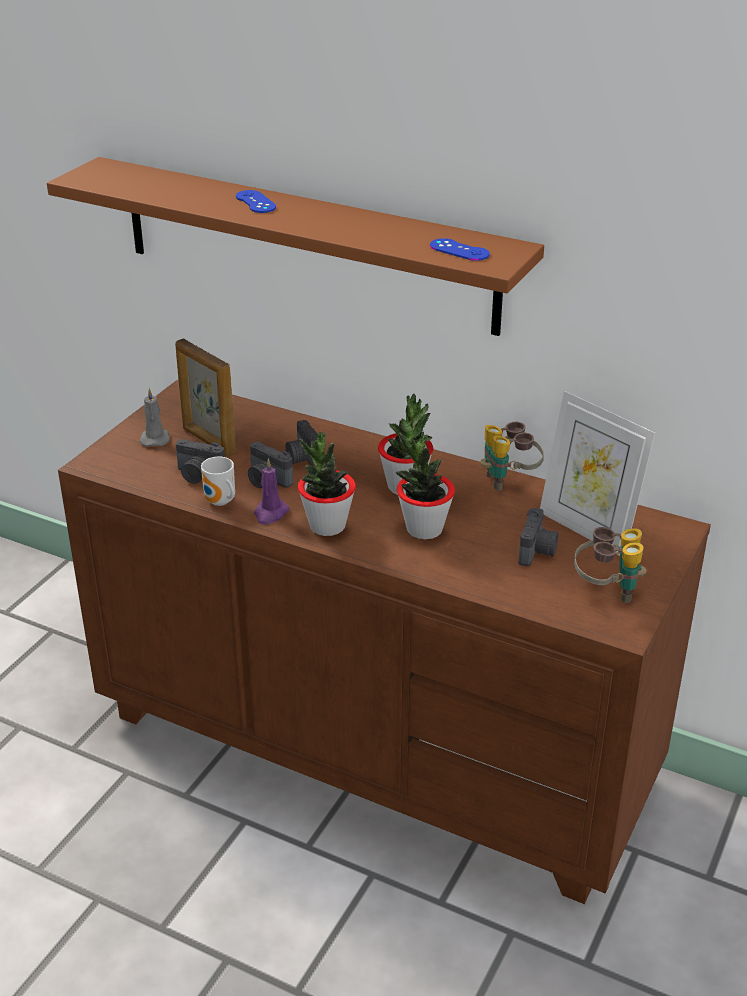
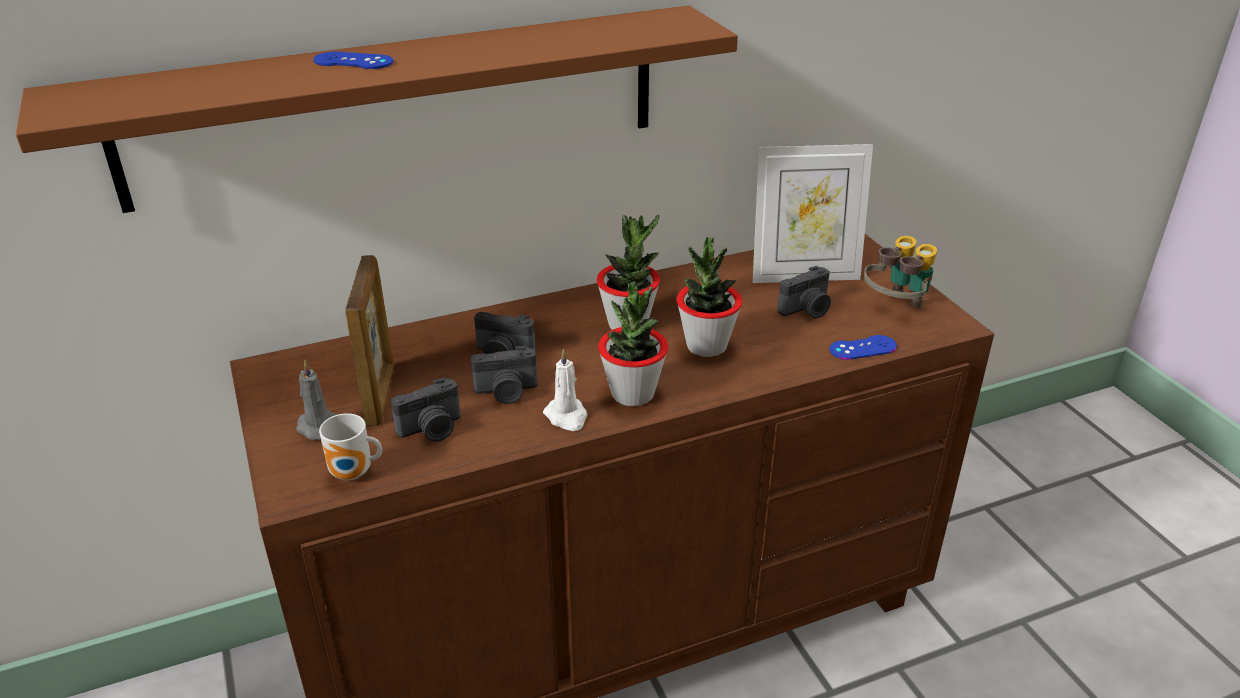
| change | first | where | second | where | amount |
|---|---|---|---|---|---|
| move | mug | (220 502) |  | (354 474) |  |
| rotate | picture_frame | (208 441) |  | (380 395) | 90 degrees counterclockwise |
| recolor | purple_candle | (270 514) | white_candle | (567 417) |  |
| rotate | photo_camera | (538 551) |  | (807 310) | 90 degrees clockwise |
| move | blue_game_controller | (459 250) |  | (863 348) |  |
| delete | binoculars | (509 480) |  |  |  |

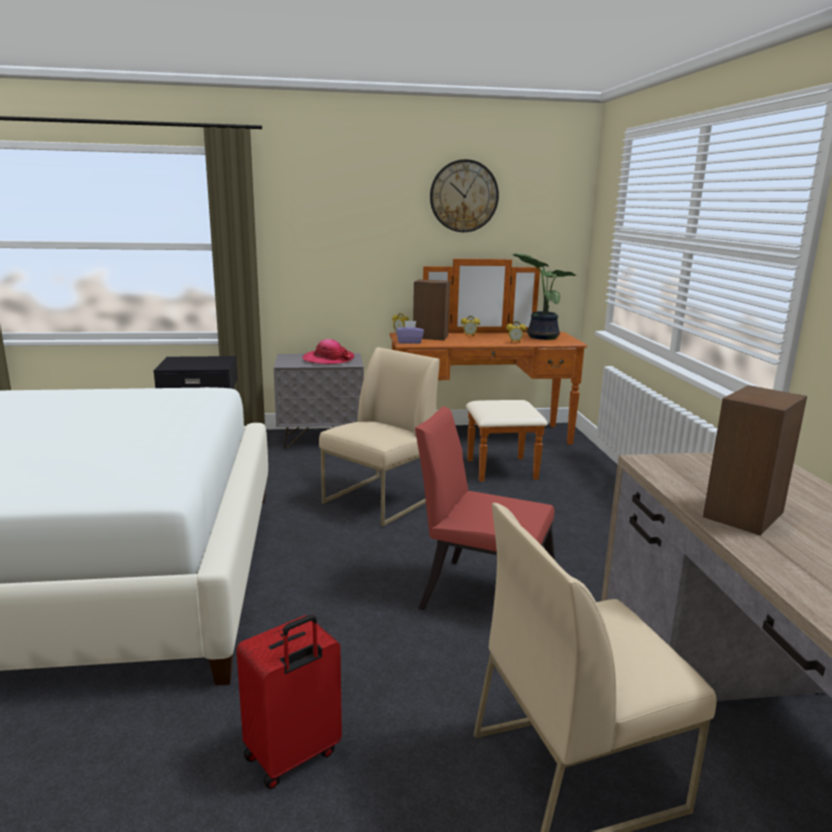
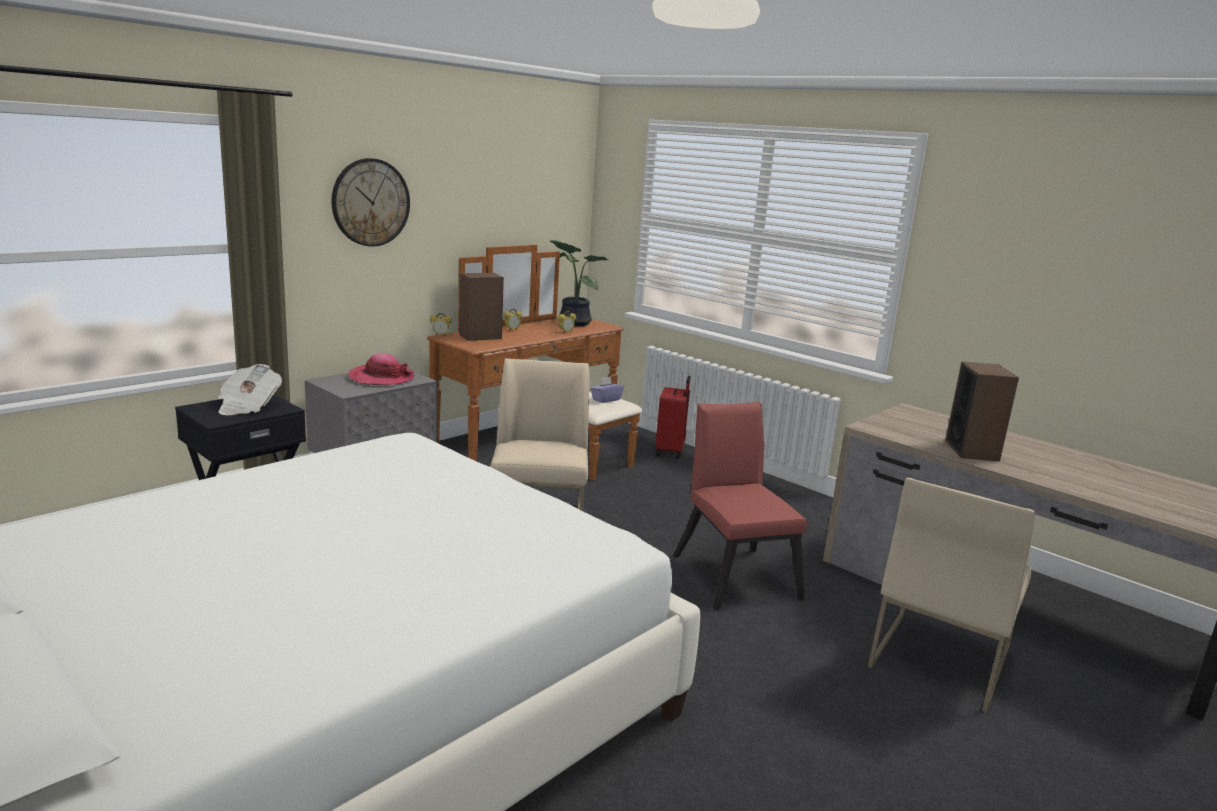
| change | first | where | second | where | amount |
|---|---|---|---|---|---|
| insert |  |  | newspaper | (248 406) |  |
| move | wall_clock | (464 196) |  | (370 202) |  |
| move | purple_tissue_box | (409 342) |  | (606 399) |  |
| move | red_suitcase | (293 756) |  | (671 451) |  |
| rotate | red_chair | (481 593) |  | (733 573) | 90 degrees clockwise |

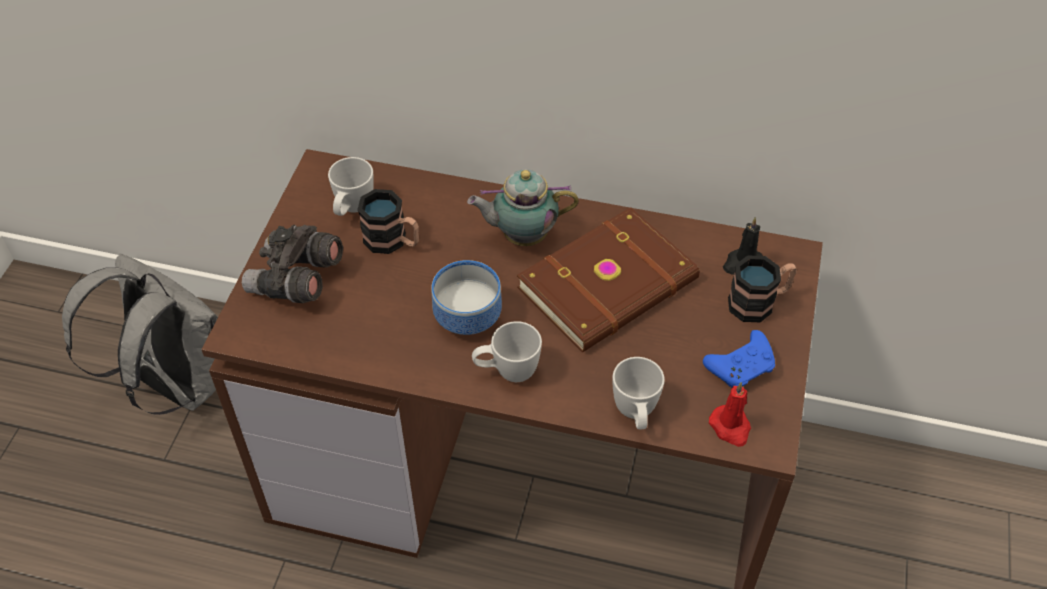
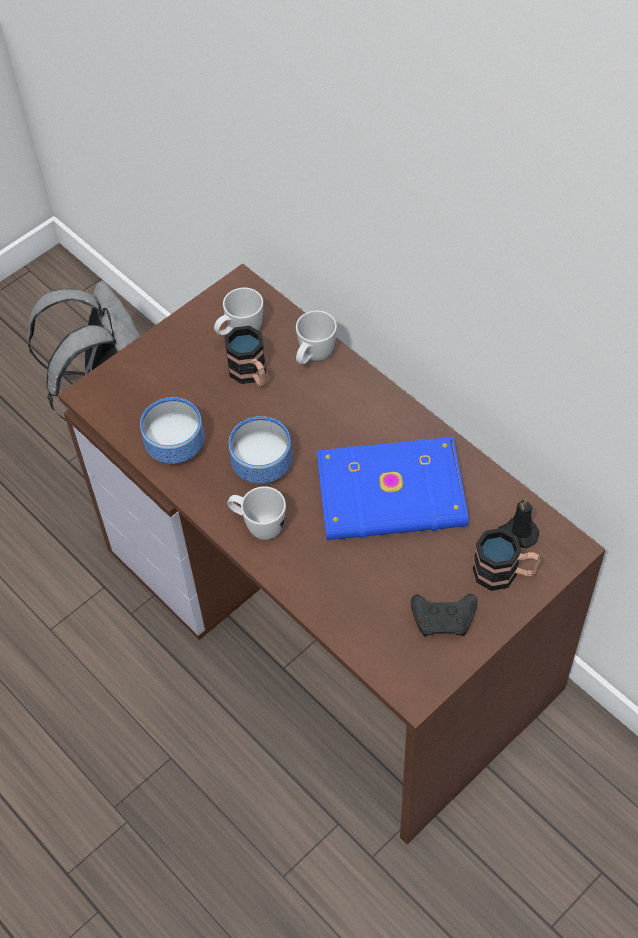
| change | first | where | second | where | amount |
|---|---|---|---|---|---|
| insert |  |  | bowl | (172 446) |  |
| move | white_mug | (635 415) |  | (313 357) |  |
| recolor | brown_book | (610 285) | blue_book | (392 496) |  |
| recolor | blue_game_controller | (741 367) | black_game_controller | (444 619) |  |
| delete | grey_binoculars | (296 281) |  |  |  |
| delete | teapot | (521 236) |  |  |  |
| delete | red_candle | (731 427) |  |  |  |

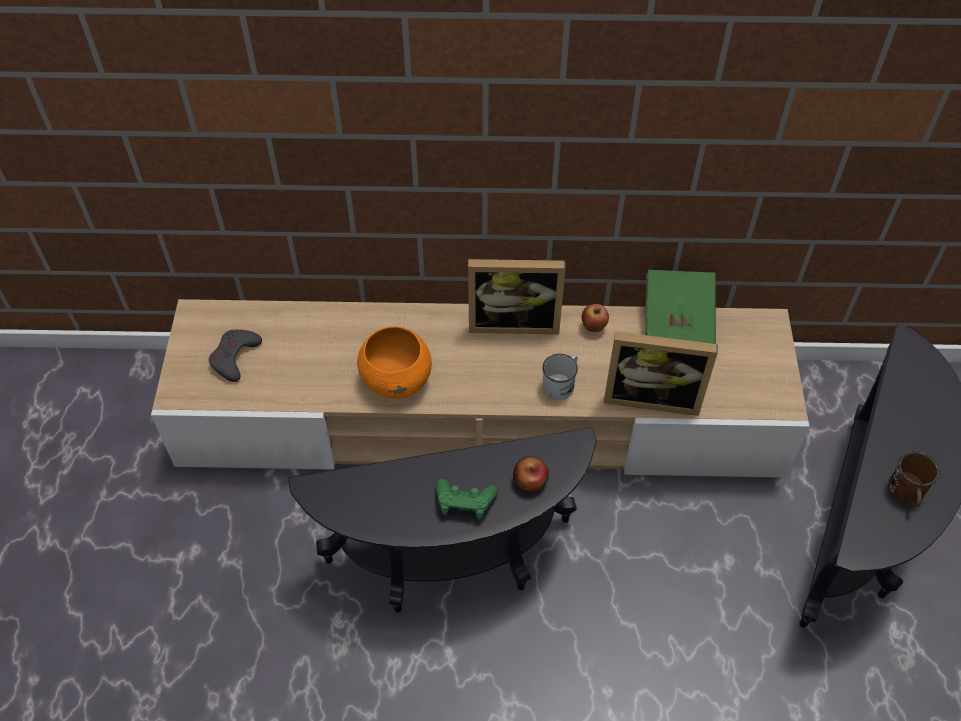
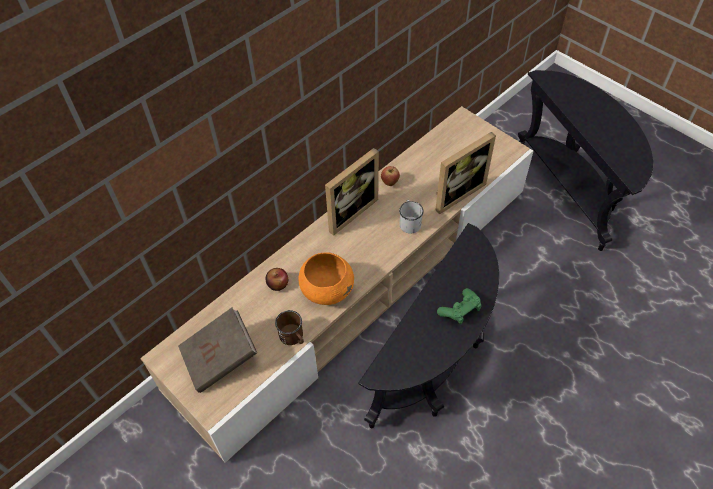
| change | first | where | second | where | amount |
|---|---|---|---|---|---|
| replace | grey_game_controller | (234 357) | brown_book | (220 358) |  |
| move | apple | (530 481) |  | (277 284) |  |
| move | brown_mug | (906 493) |  | (293 337) |  |
| delete | green_book | (677 328) |  |  |  |

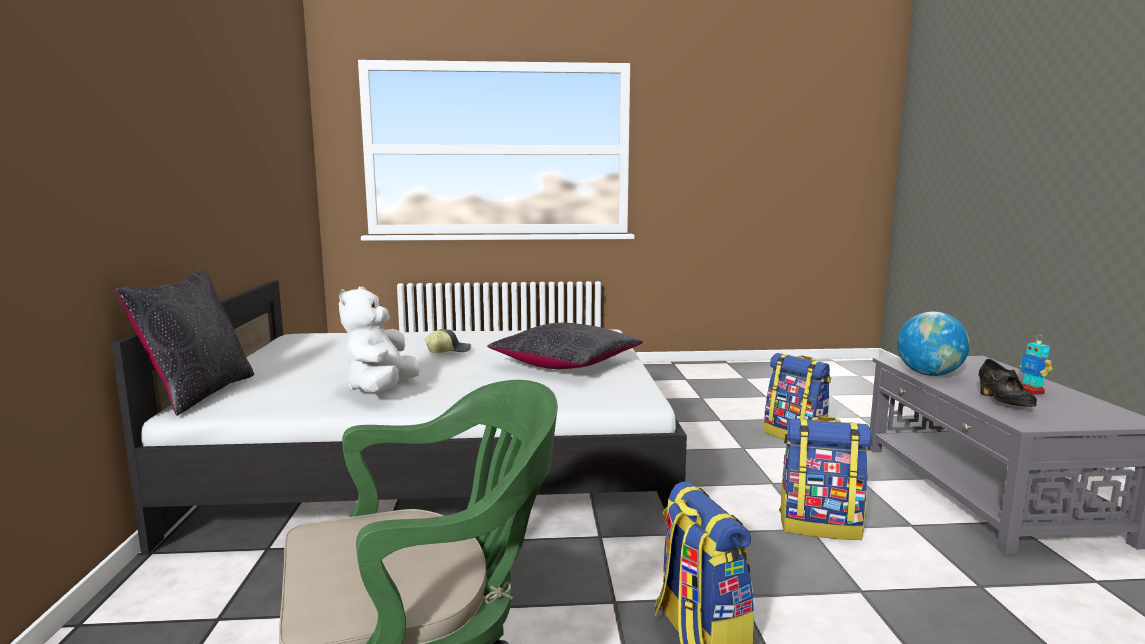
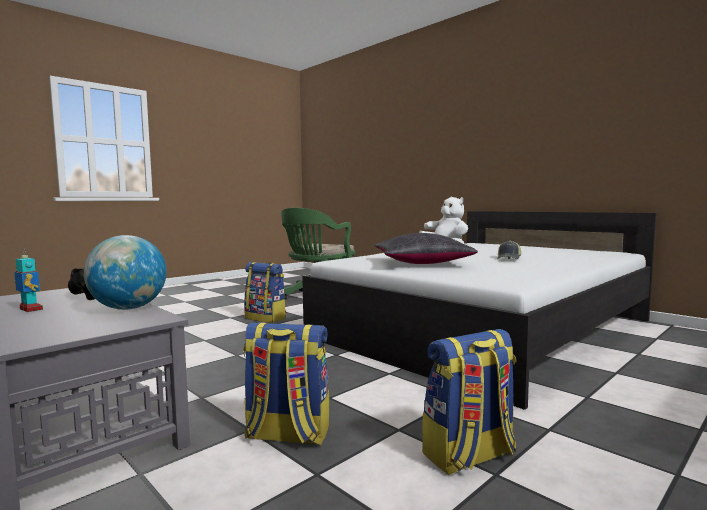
| change | first | where | second | where | amount |
|---|---|---|---|---|---|
| move | backpack | (820 525) |  | (469 456) |  |
| delete | black_pillow | (199 393) |  |  |  |

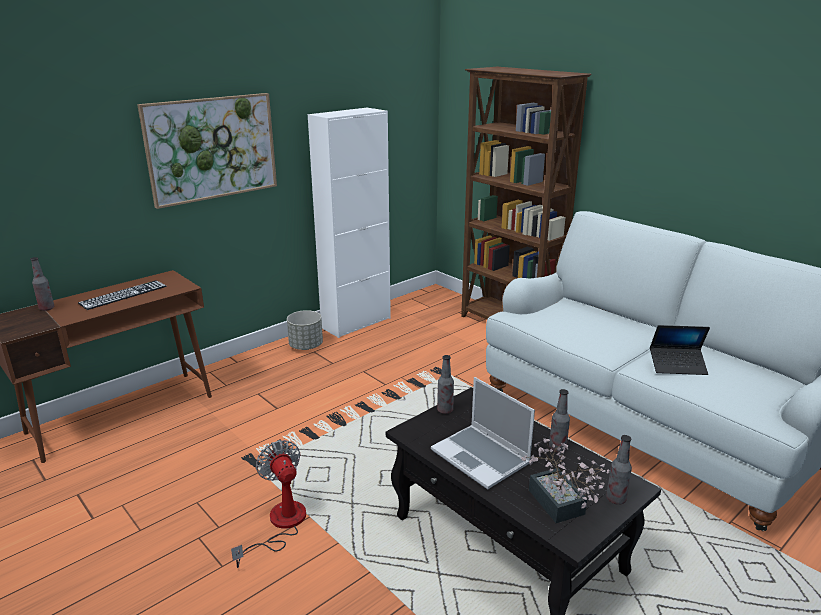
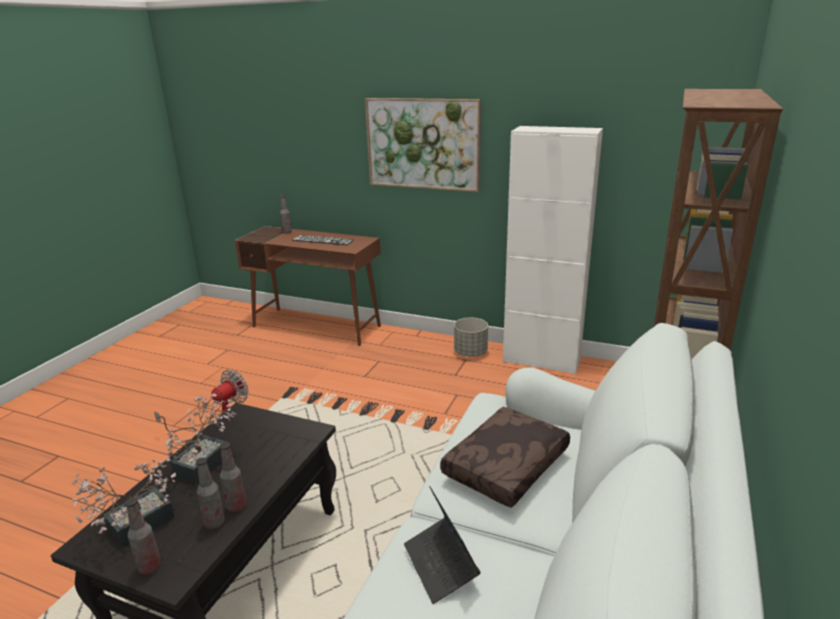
| change | first | where | second | where | amount |
|---|---|---|---|---|---|
| replace | laptop | (482 457) | potted_plant | (207 462) |  |
| move | bottle | (445 410) |  | (215 523) |  |
| insert |  |  | brown_pillow | (507 467) |  |

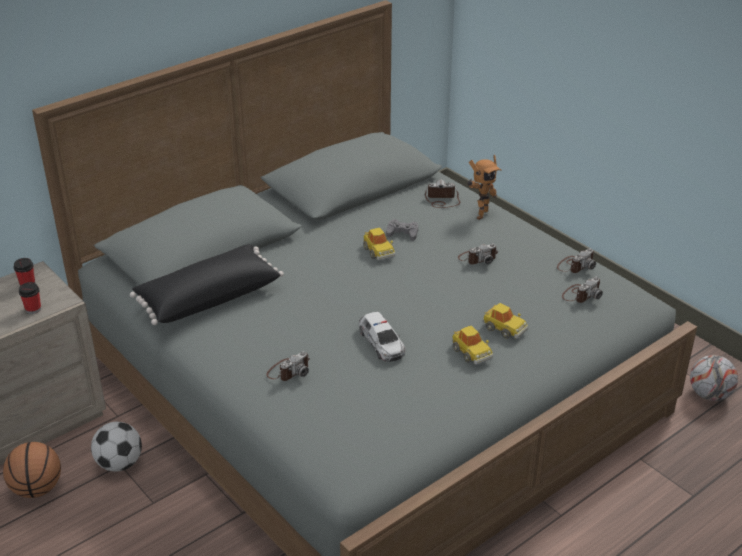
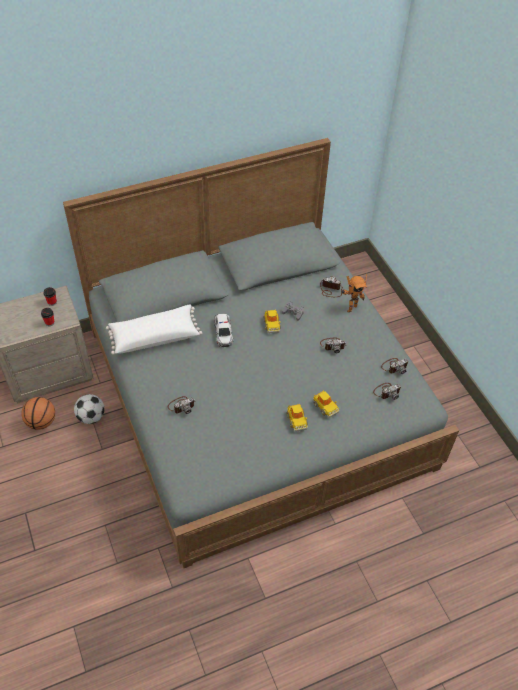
| change | first | where | second | where | amount |
|---|---|---|---|---|---|
| recolor | black_pillow | (208 297) | white_pillow | (154 336) |  |
| move | toy_car | (382 343) |  | (223 333) |  |
| delete | football | (709 395) |  |  |  |

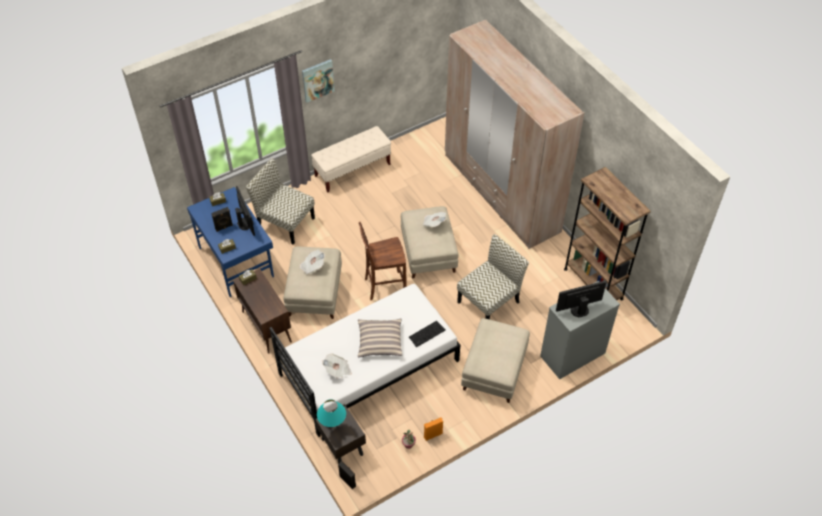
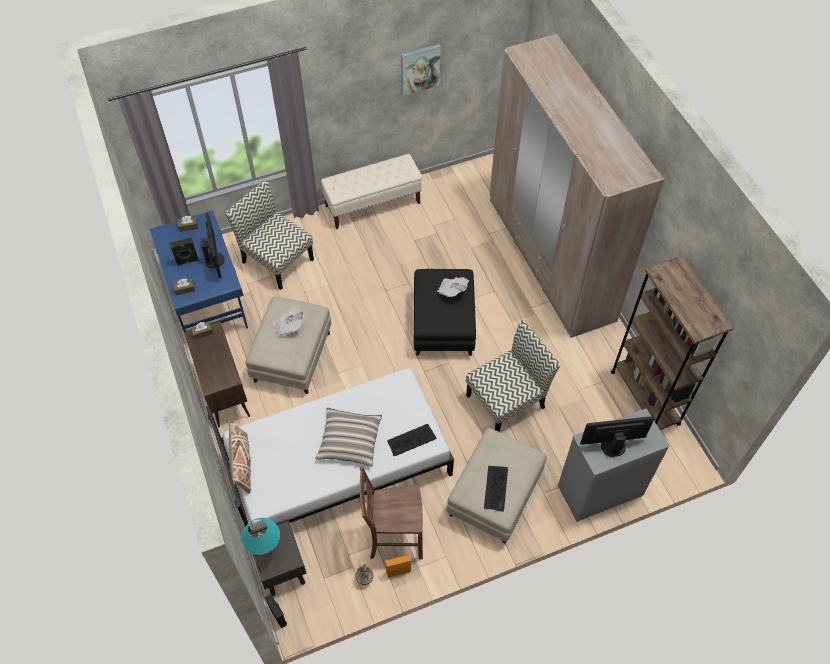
| change | first | where | second | where | amount |
|---|---|---|---|---|---|
| insert |  |  | beige_pillow | (242 464) |  |
| move | brown_chair | (384 286) |  | (393 538) |  |
| move | picture | (317 80) |  | (420 69) |  |
| recolor | beige_ottoman | (428 252) | black_ottoman | (443 324) |  |
| insert |  |  | keyboard | (496 488) |  |
| delete | newspaper | (338 370) |  |  |  |

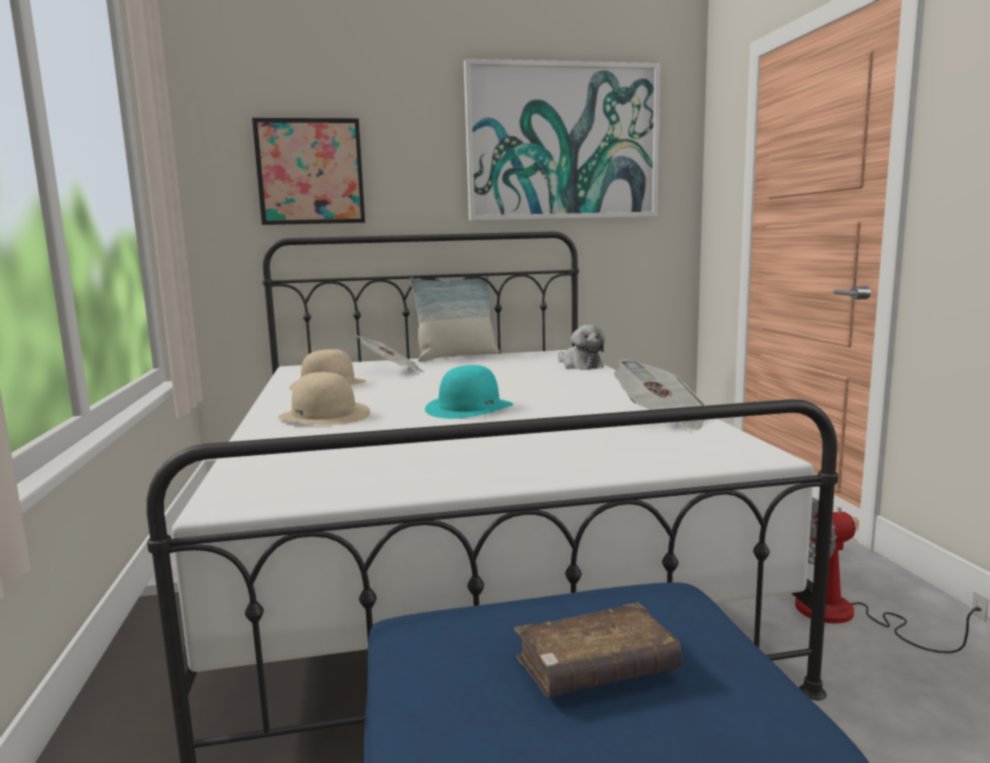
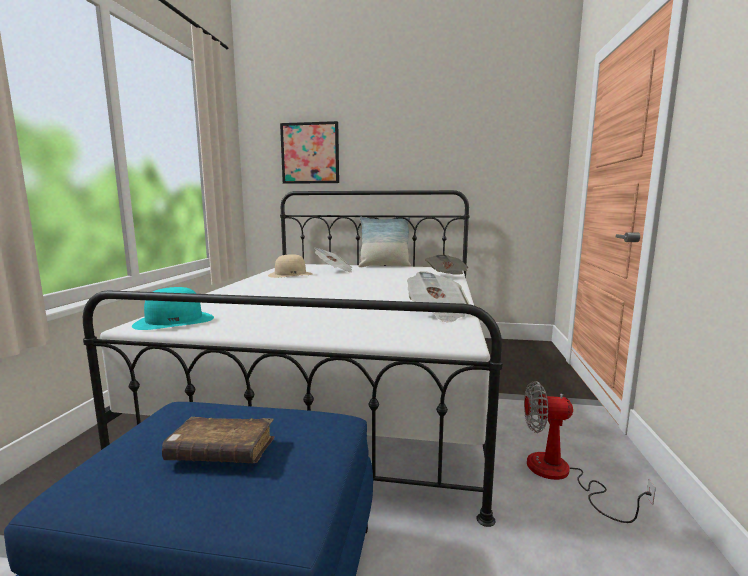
| change | first | where | second | where | amount |
|---|---|---|---|---|---|
| move | turquoise_hat | (469 407) |  | (174 321) |  |
| replace | plush_toy | (580 365) | newspaper | (447 277) |  |
| delete | beige_hat | (325 415) |  |  |  |
| delete | picture | (563 142) |  |  |  |

